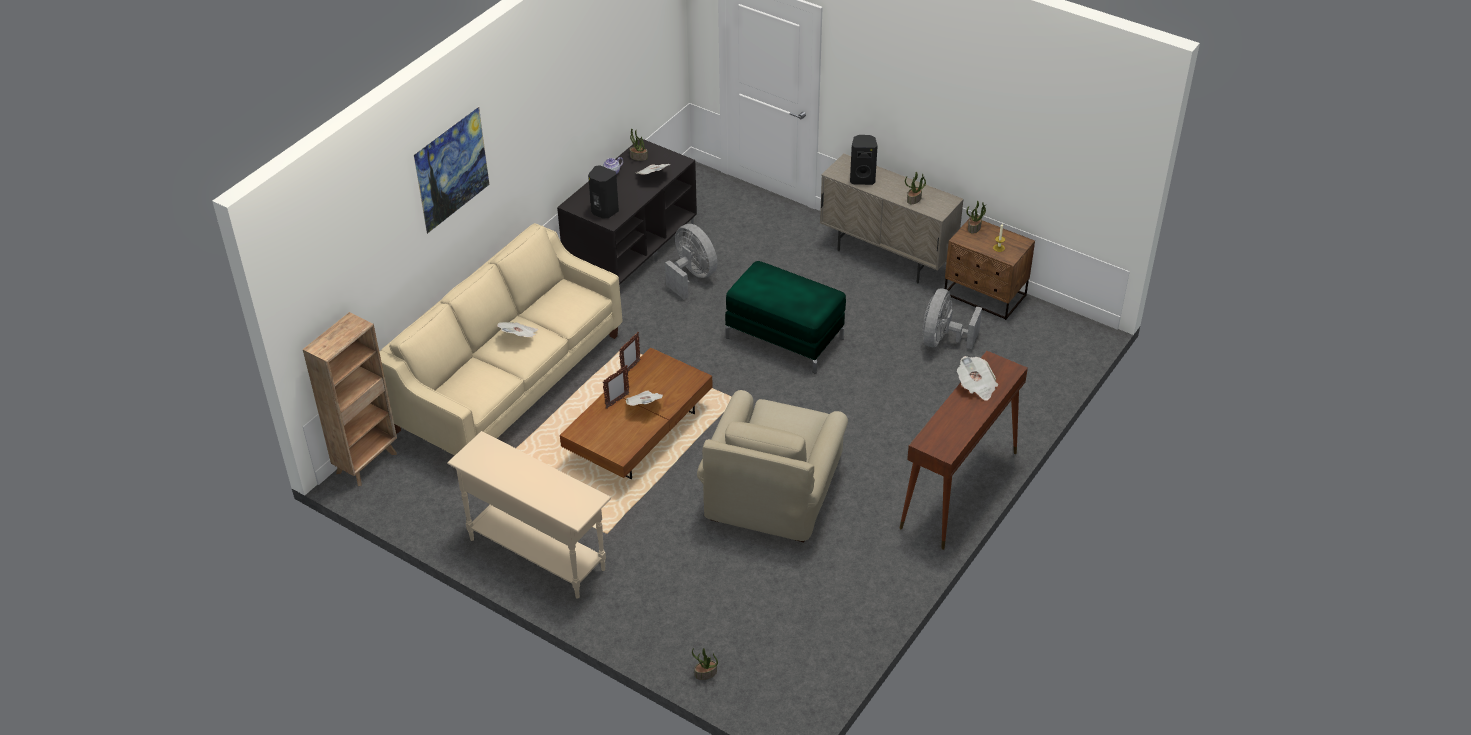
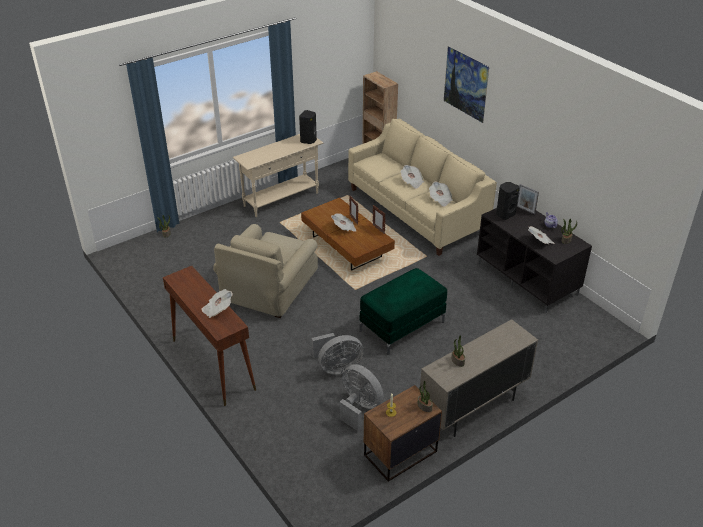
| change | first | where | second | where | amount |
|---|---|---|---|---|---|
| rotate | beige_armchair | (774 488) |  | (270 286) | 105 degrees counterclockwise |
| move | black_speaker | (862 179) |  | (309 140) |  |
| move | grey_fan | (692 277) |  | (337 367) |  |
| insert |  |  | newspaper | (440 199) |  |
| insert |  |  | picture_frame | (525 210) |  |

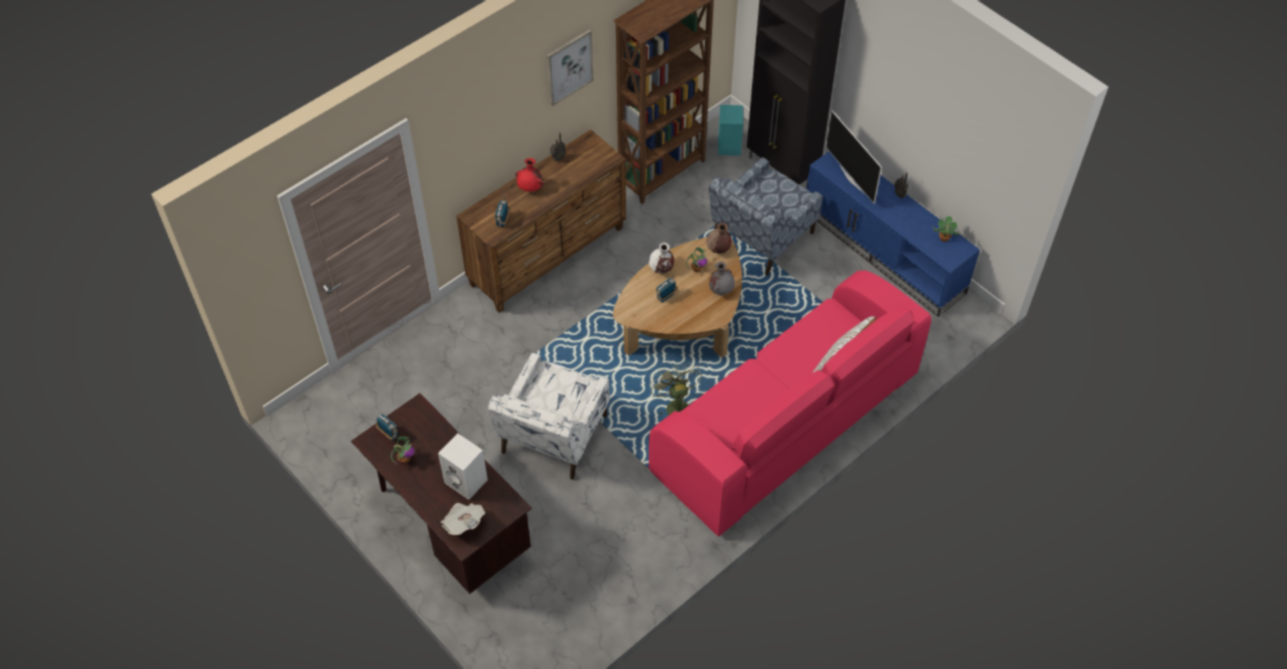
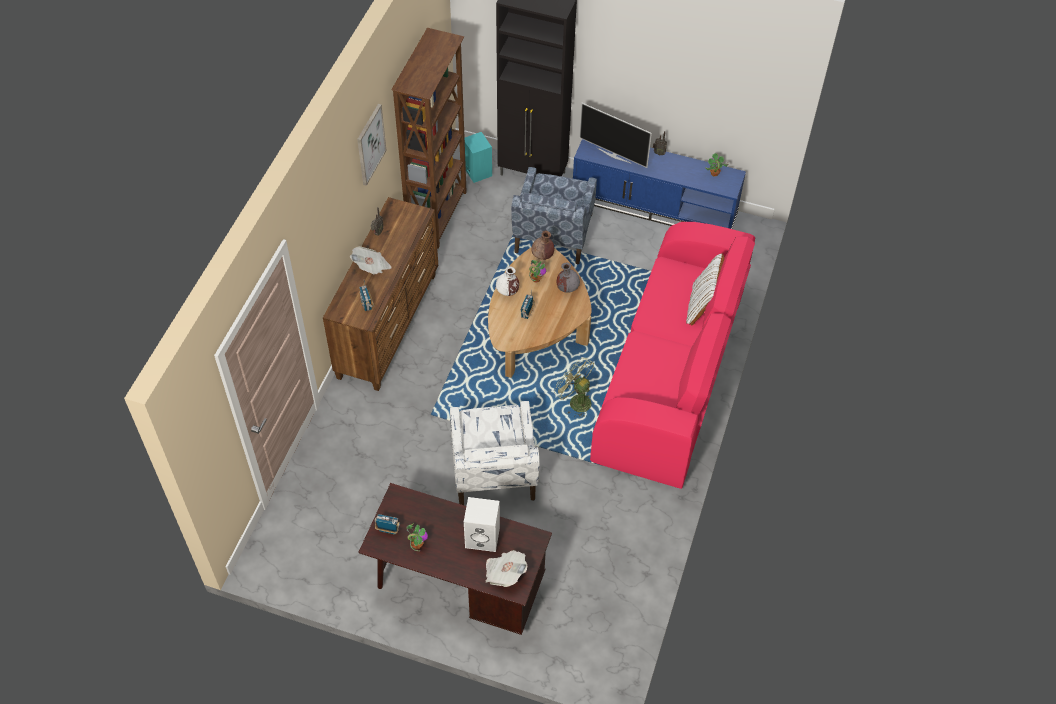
| change | first | where | second | where | amount |
|---|---|---|---|---|---|
| replace | red_vase | (530 188) | newspaper | (371 267) |  |

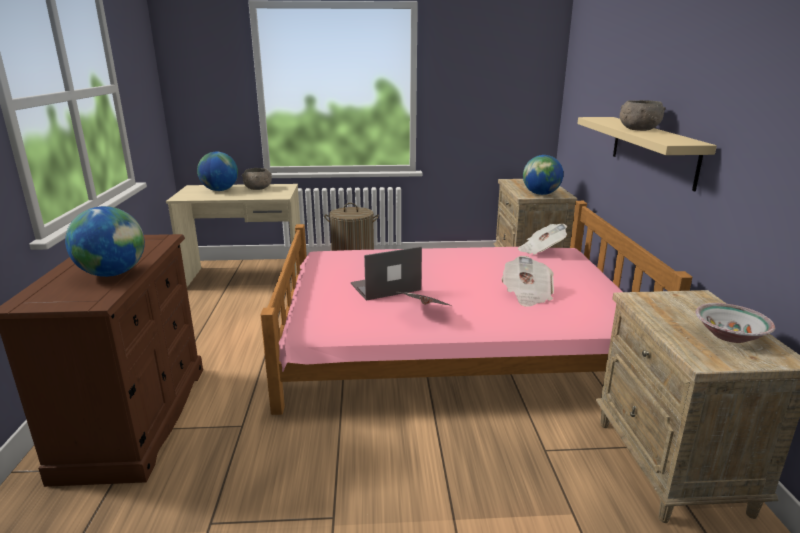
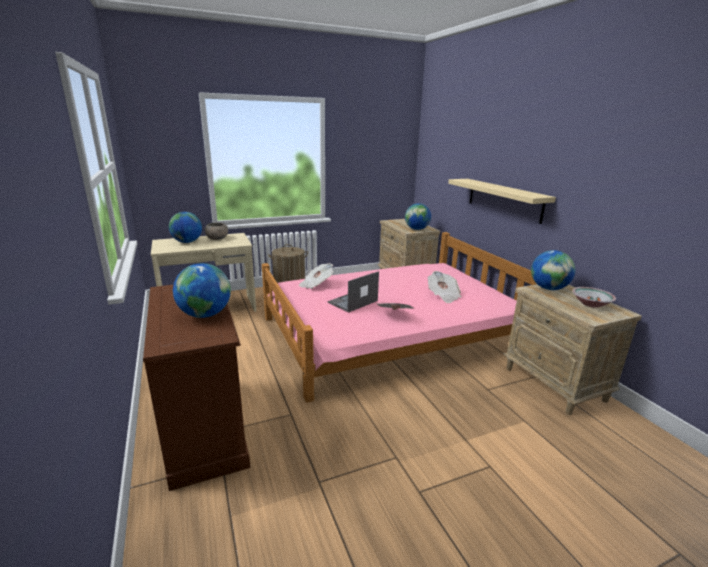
| change | first | where | second | where | amount |
|---|---|---|---|---|---|
| move | newspaper | (541 250) |  | (316 284) |  |
| insert |  |  | globe | (548 288) |  |
| delete | grey_bowl | (638 129) |  |  |  |

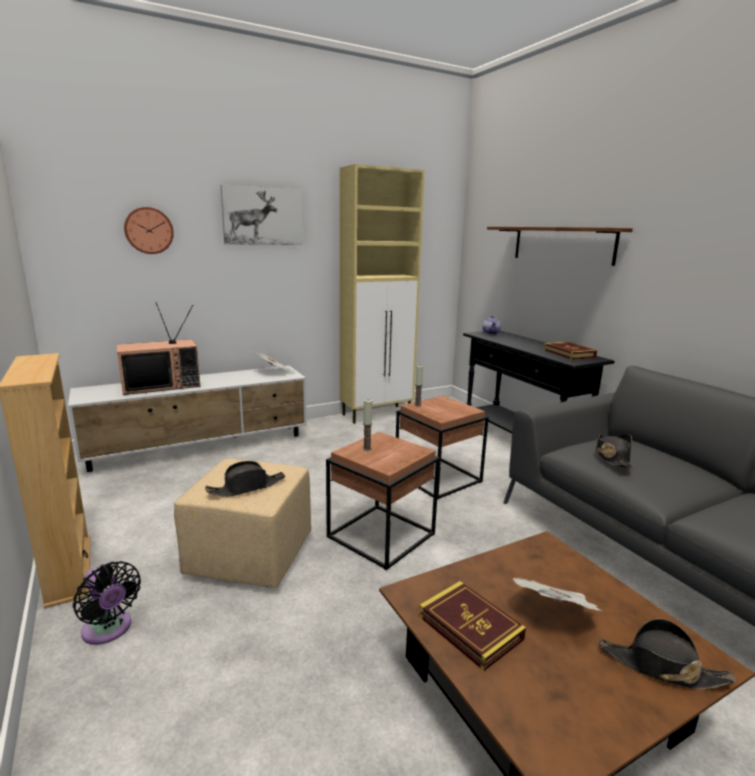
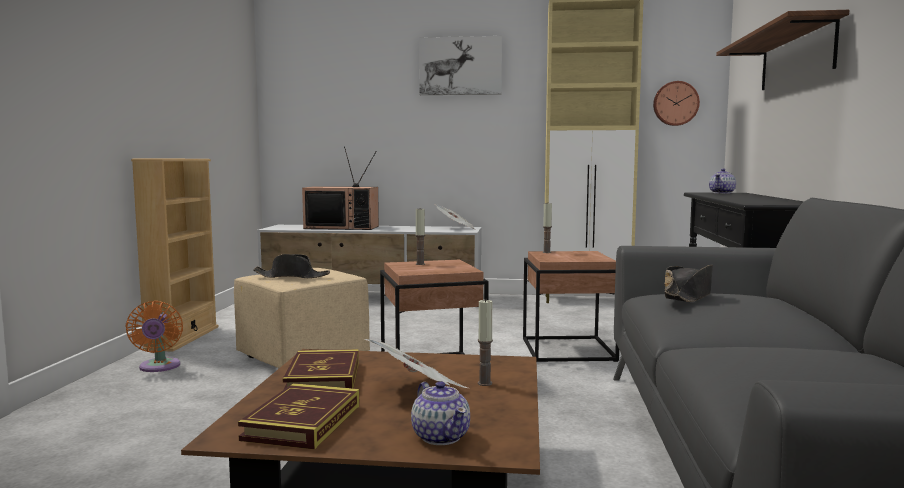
| change | first | where | second | where | amount |
|---|---|---|---|---|---|
| recolor | black_fan | (109 630) | orange_fan | (159 367) |  |
| move | book | (568 353) |  | (303 422) |  |
| replace | black_hat | (661 667) | teapot | (441 436) |  |
| insert |  |  | candle | (484 383) |  |
| move | wall_clock | (149 230) |  | (675 103) |  |

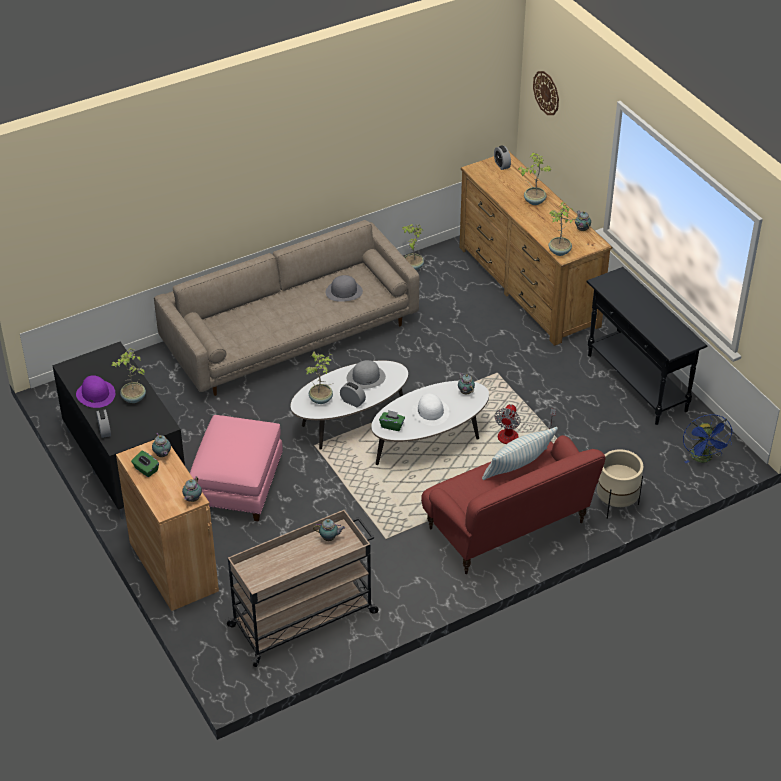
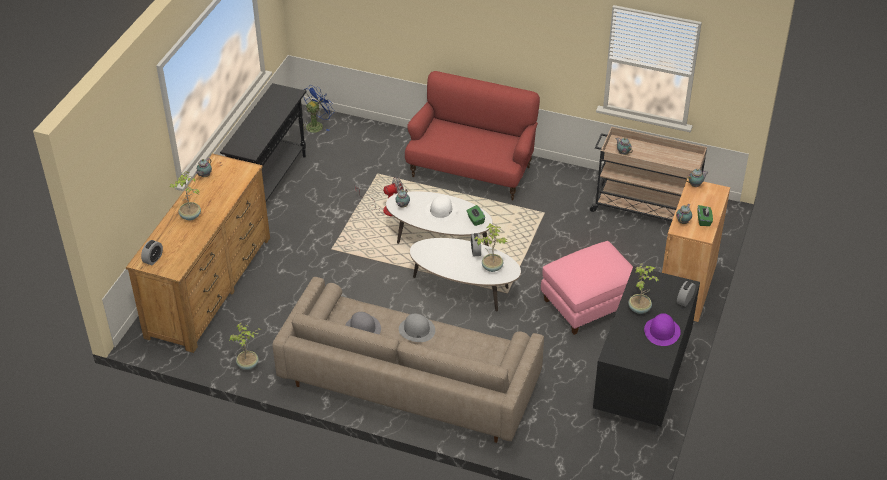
| change | first | where | second | where | amount |
|---|---|---|---|---|---|
| move | grey_hat | (366 377) |  | (416 330) |  |
| delete | pillow | (518 467) |  |  |  |
| delete | wall_clock | (546 92) |  |  |  |
| delete | potted_plant | (559 252) |  |  |  |
| delete | beige_planter | (616 504) |  |  |  |

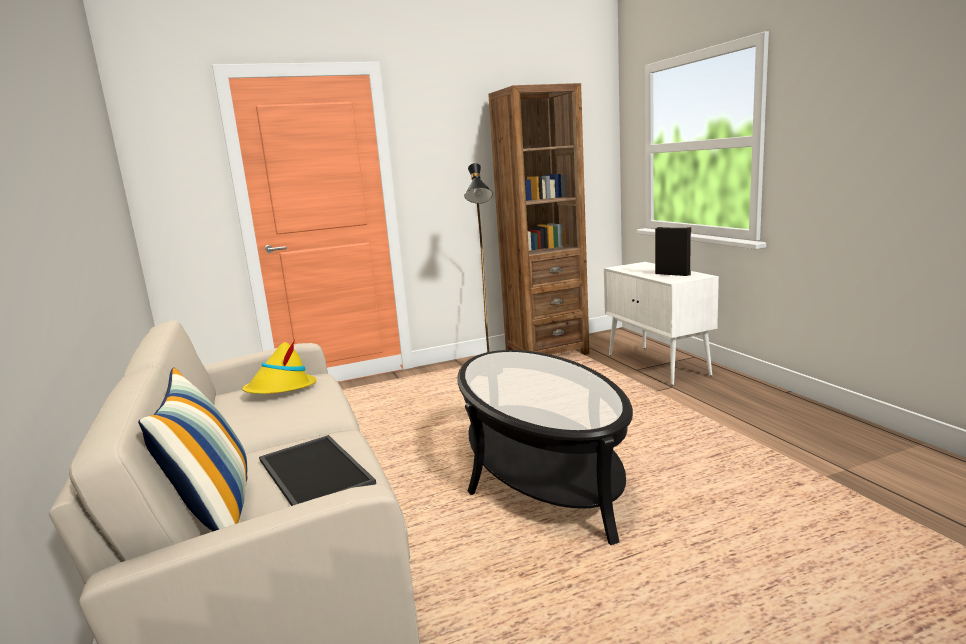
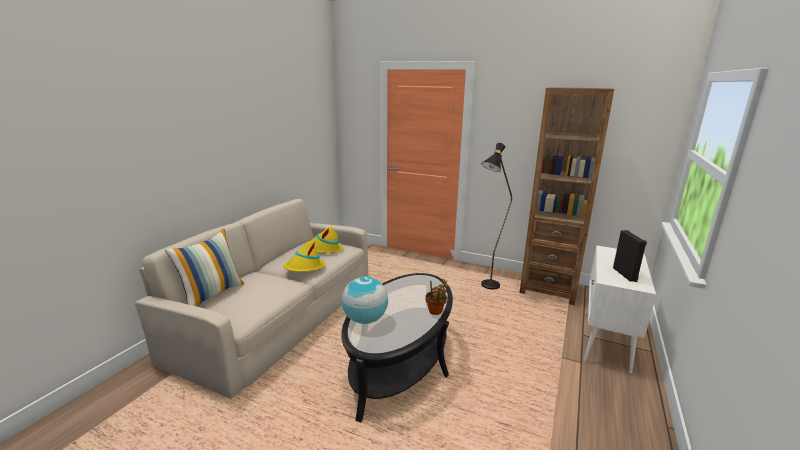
| change | first | where | second | where | amount |
|---|---|---|---|---|---|
| insert |  |  | yellow_hat | (304 267) |  |
| insert |  |  | globe | (365 320) |  |
| insert |  |  | potted_plant | (436 312) |  |
| delete | tray | (312 472) |  |  |  |

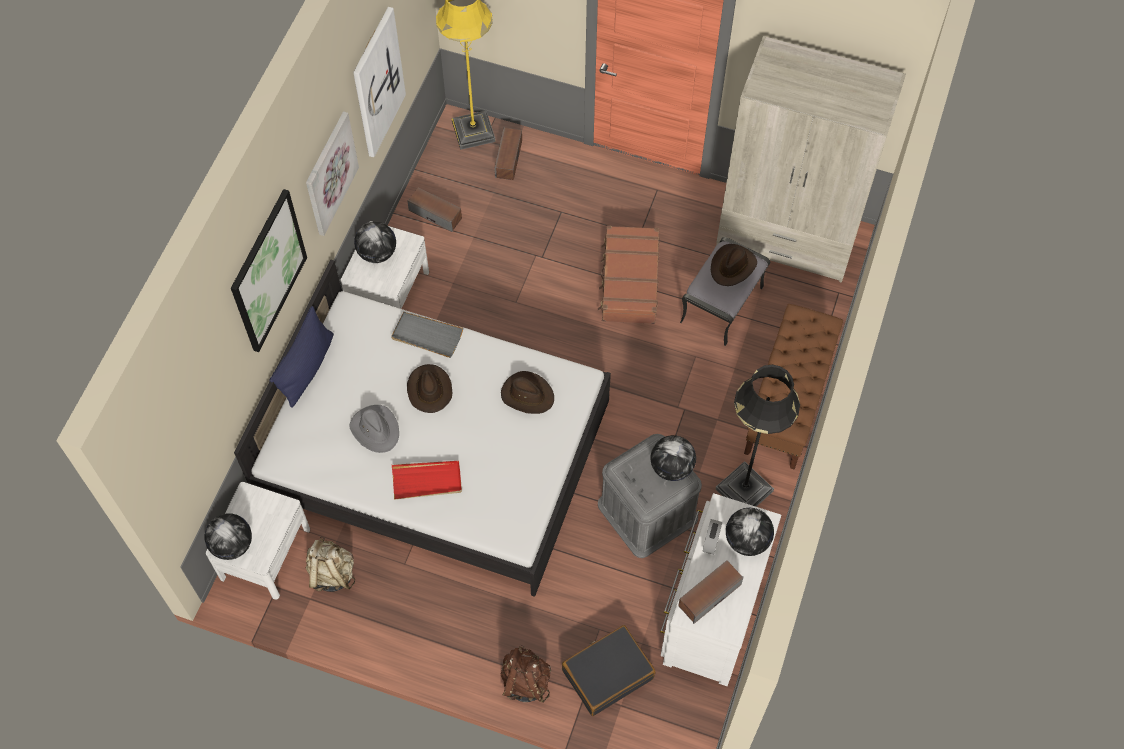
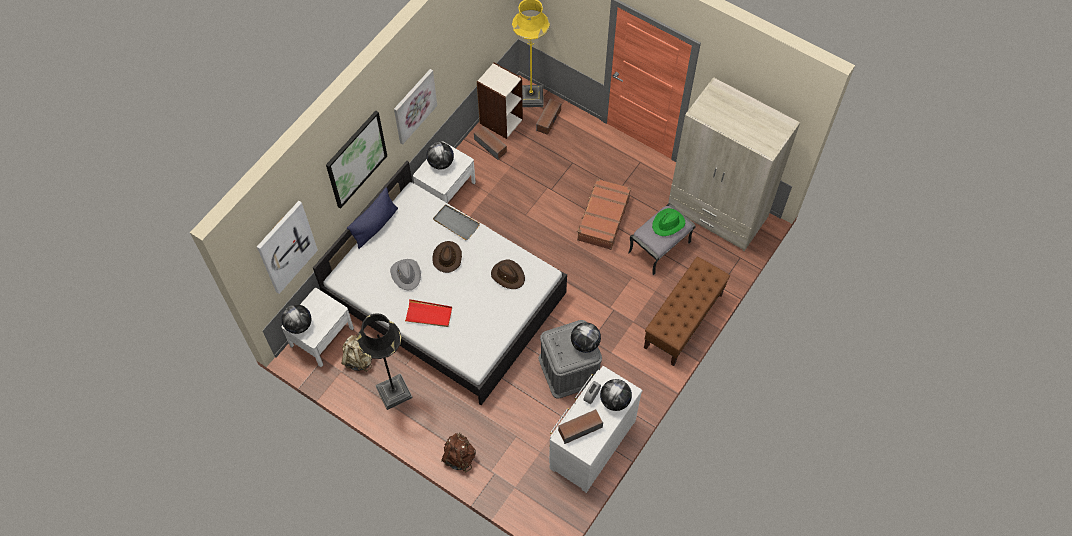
| change | first | where | second | where | amount |
|---|---|---|---|---|---|
| move | picture | (377 82) |  | (286 247) |  |
| move | black_floor_lamp | (744 490) |  | (394 392) |  |
| insert |  |  | bookcase | (500 121) |  |
| recolor | brown_hat | (733 266) | green_hat | (668 223) |  |
| delete | black_suitcase | (607 674) |  |  |  |

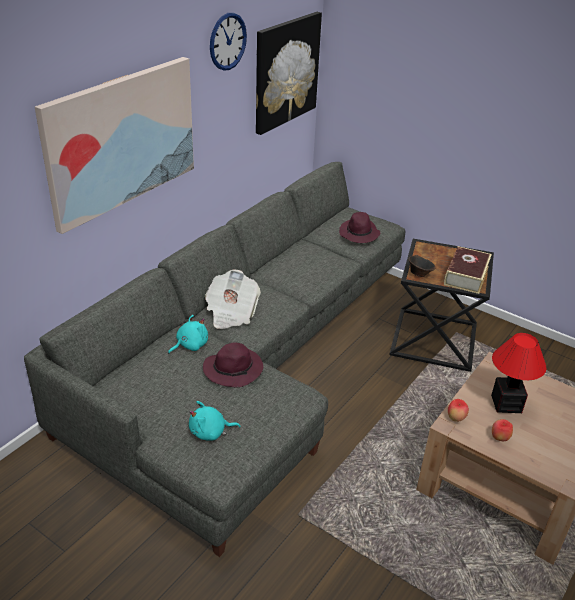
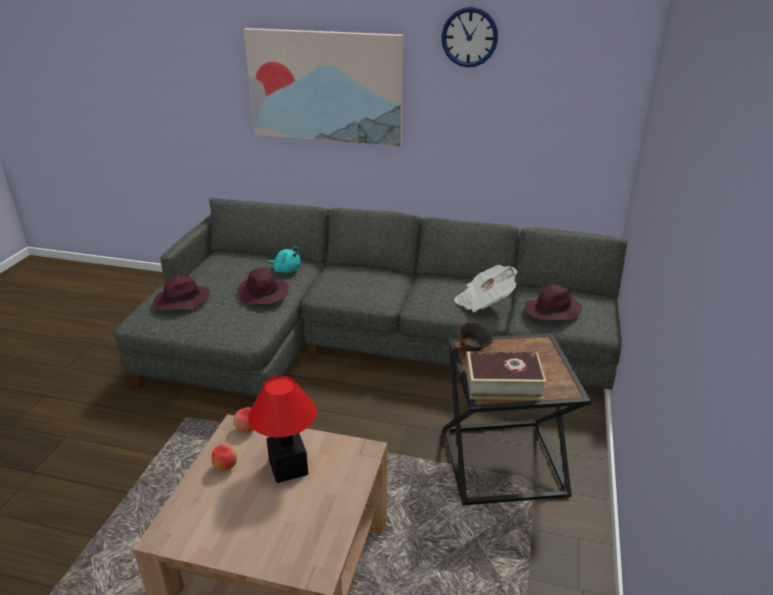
| change | first | where | second | where | amount |
|---|---|---|---|---|---|
| replace | turquoise_plush_toy | (210 432) | purple_hat | (181 301) |  |
| move | newspaper | (231 312) |  | (484 301) |  |
| delete | picture | (285 71) |  |  |  |

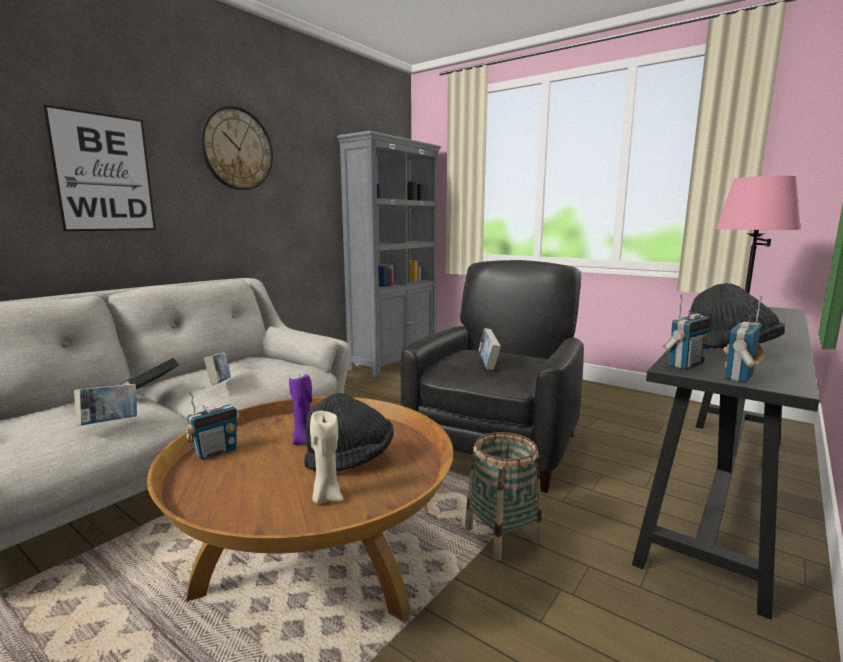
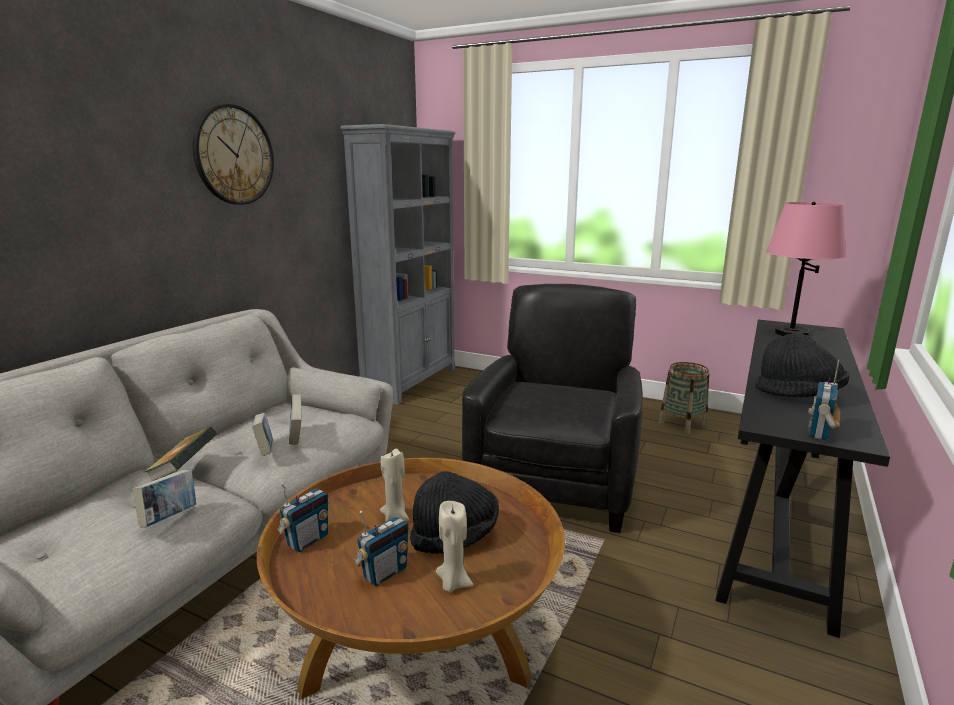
| change | first | where | second | where | amount |
|---|---|---|---|---|---|
| move | book | (488 365) |  | (296 436) |  |
| move | radio | (685 365) |  | (384 573) |  |
| recolor | purple_candle | (304 441) | beige_candle | (395 516) |  |
| move | basket | (502 536) |  | (682 424) |  |
| delete | picture | (104 173) |  |  |  |

